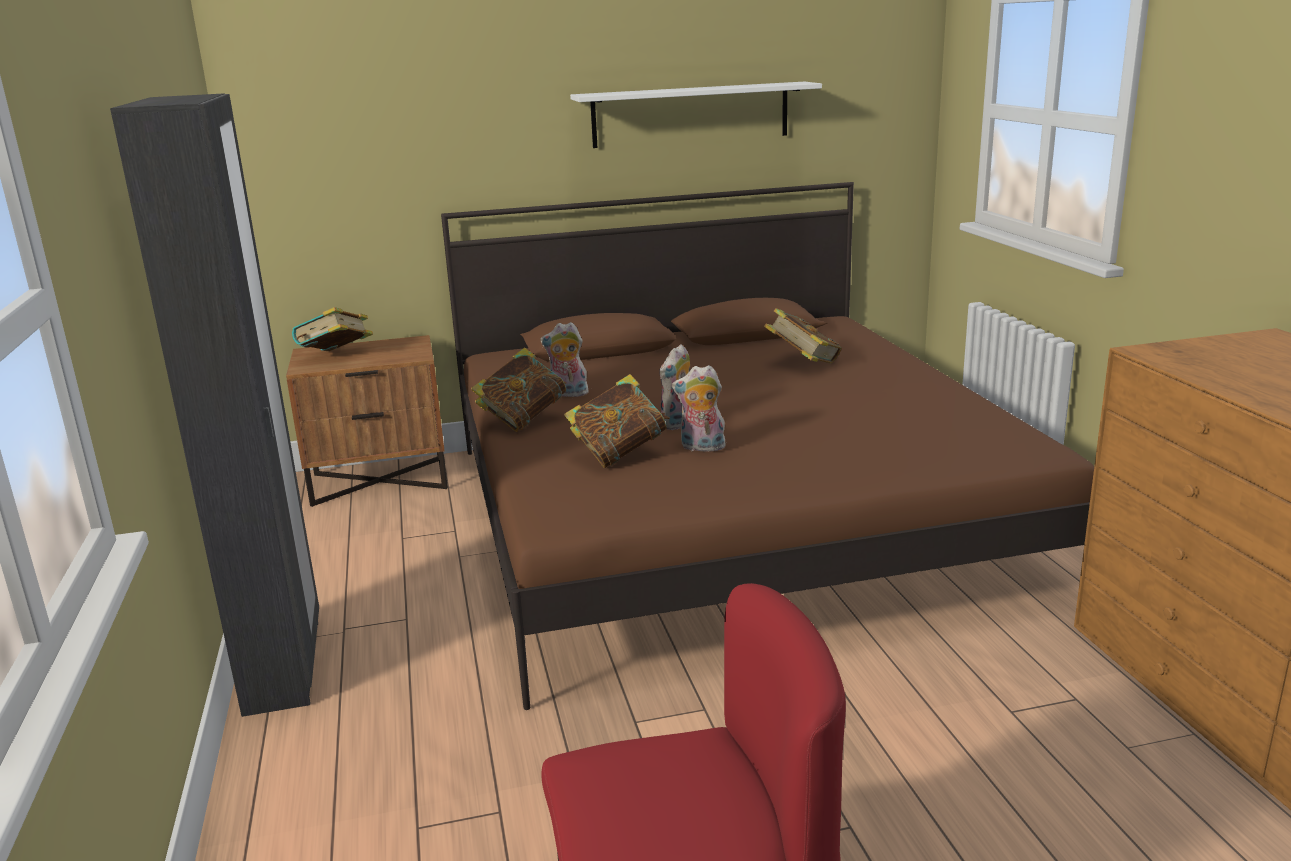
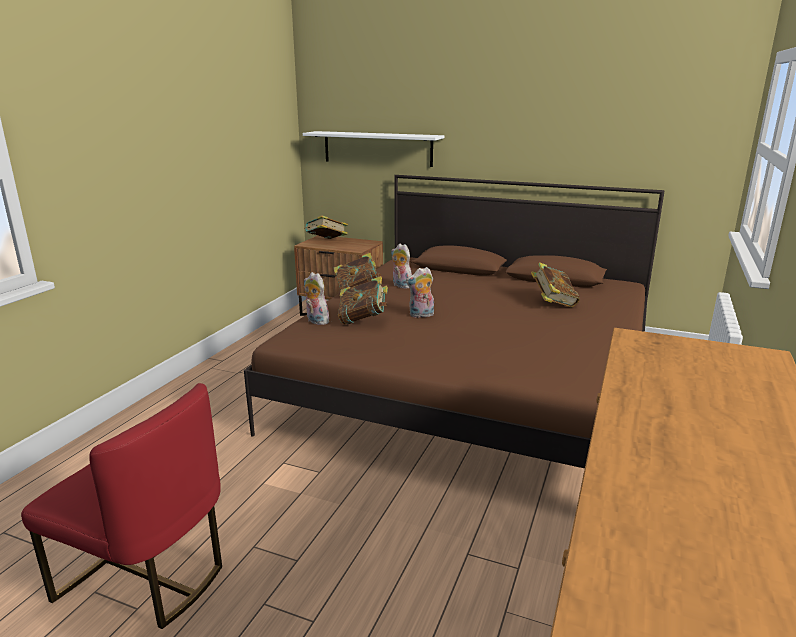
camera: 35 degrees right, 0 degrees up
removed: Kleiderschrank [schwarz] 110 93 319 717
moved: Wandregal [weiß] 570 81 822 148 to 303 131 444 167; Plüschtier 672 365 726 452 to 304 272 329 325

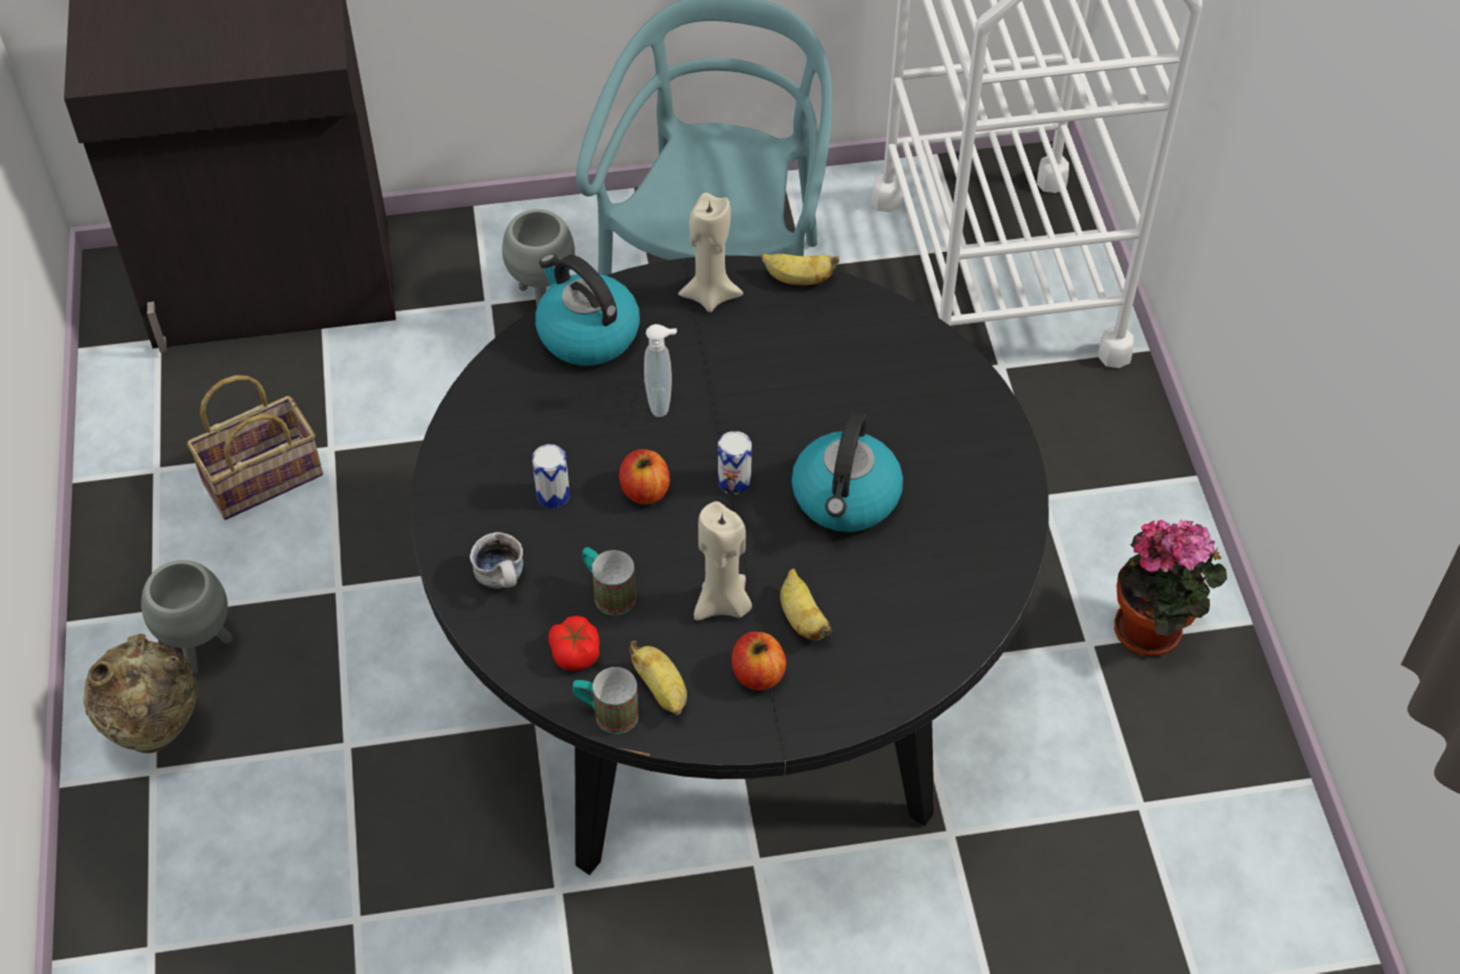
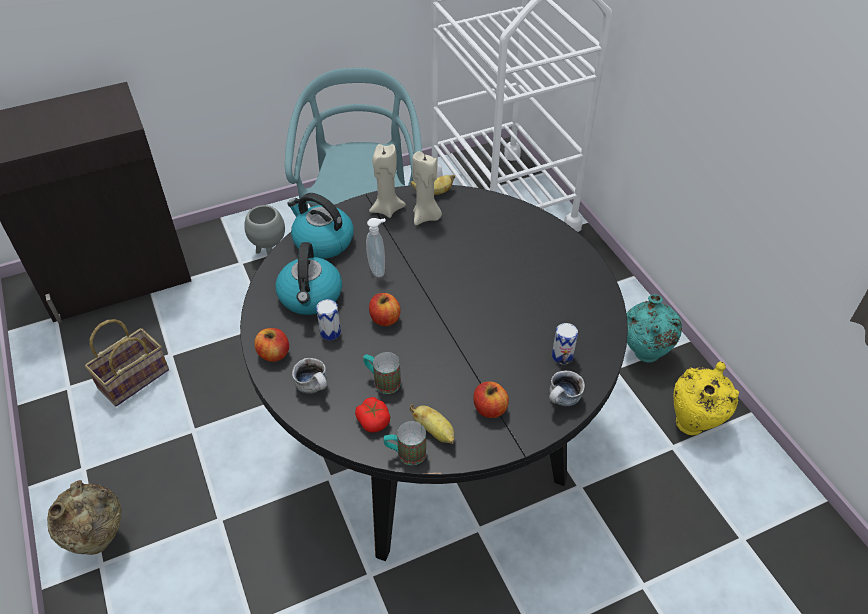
camera: 15 degrees left, 5 degrees down
removed: Pflanzkübel [grau] 141 560 233 674; Banane 780 569 832 640
added: Apfel 254 328 289 362; Vase [gelb] 674 362 739 435; Henkelbecher 549 371 585 406
moved: Wasserkessel 792 412 903 532 to 276 242 342 315; Dose 718 431 752 495 to 552 323 578 364; Kerze [beige] 694 501 752 620 to 412 151 442 225
replaced: Topfpflanze 1114 520 1227 656 to Vase [türkis] 626 295 682 363

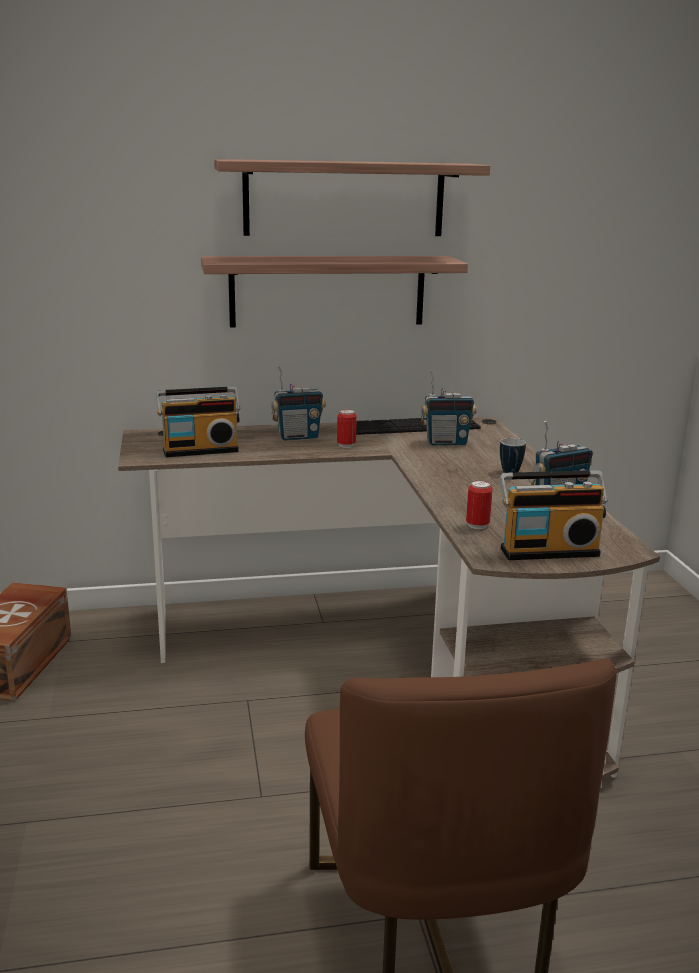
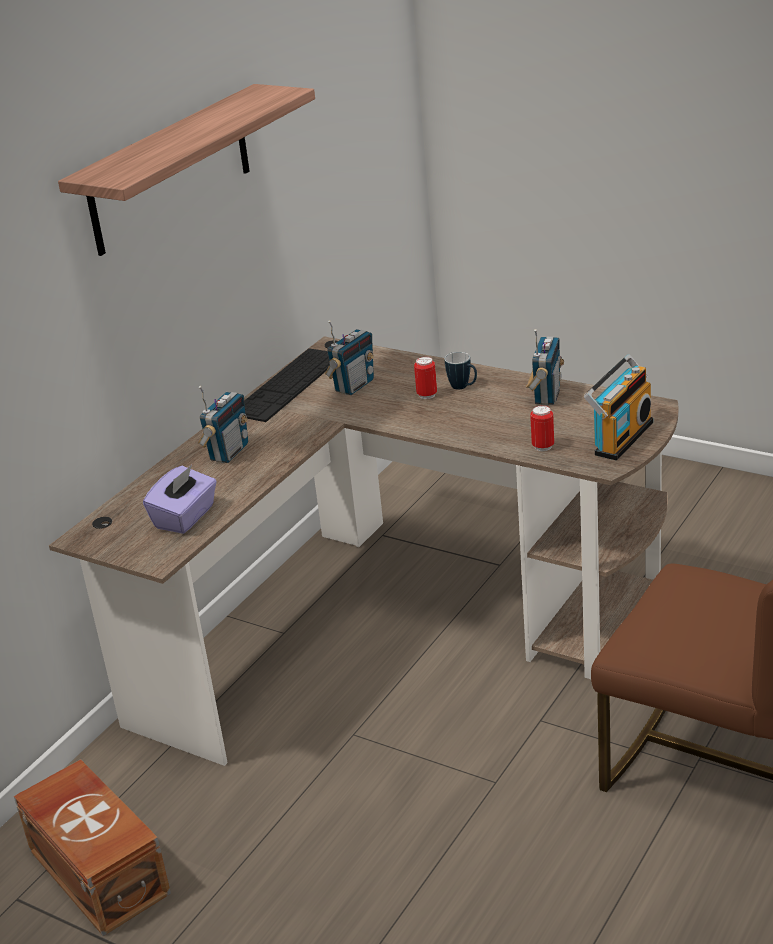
camera: 45 degrees left, 10 degrees up
removed: Wandregal 201 256 468 327
moved: Dose 337 409 357 448 to 414 356 437 399
replaced: Radio 156 386 241 457 to Taschentuchbox [lila] 143 465 217 534

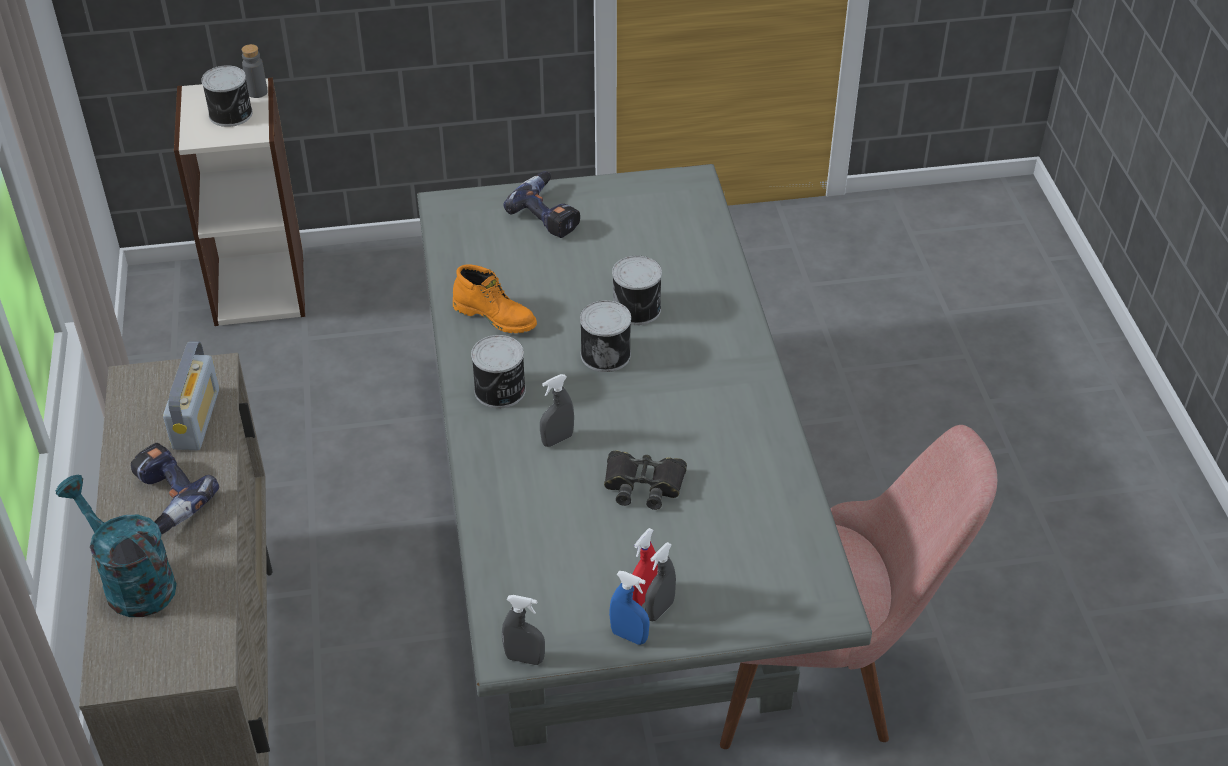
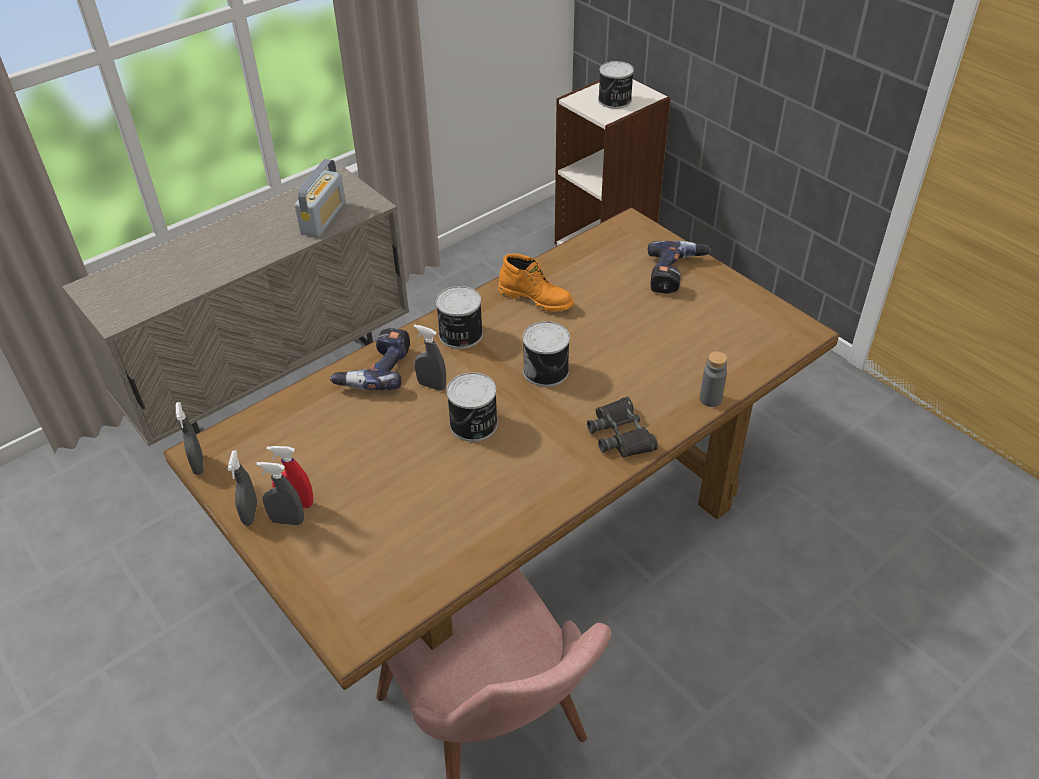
camera: 60 degrees right, 0 degrees up
removed: Gießkanne [türkis] 55 475 177 617
moved: Flasche [grau] 242 44 268 98 to 700 351 727 407; Dose 612 256 662 325 to 447 372 498 442; Bohrmaschine 131 443 219 534 to 330 328 410 390; Fernglas [schwarz] 604 451 687 510 to 587 397 658 458
recoloured: Esstisch [grau] 417 164 872 747 to Esstisch [braun] 163 207 839 690; Sprühflasche [blau] 609 571 650 645 to Sprühflasche [grau] 228 451 257 526
turned: Stiefel [orange] 453 265 537 333 = 499 254 574 312 60 degrees counterclockwise; Radio 163 341 219 450 = 295 159 346 237 45 degrees counterclockwise

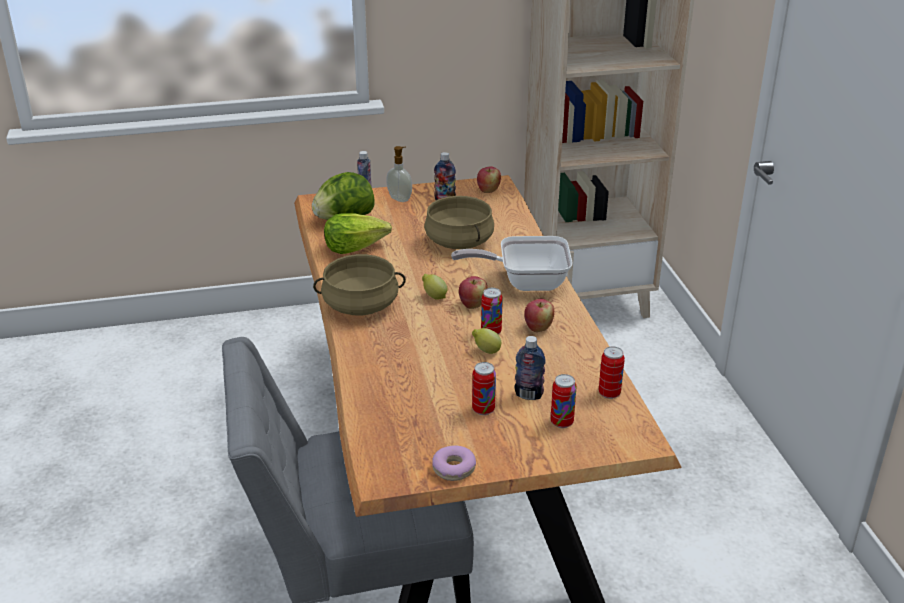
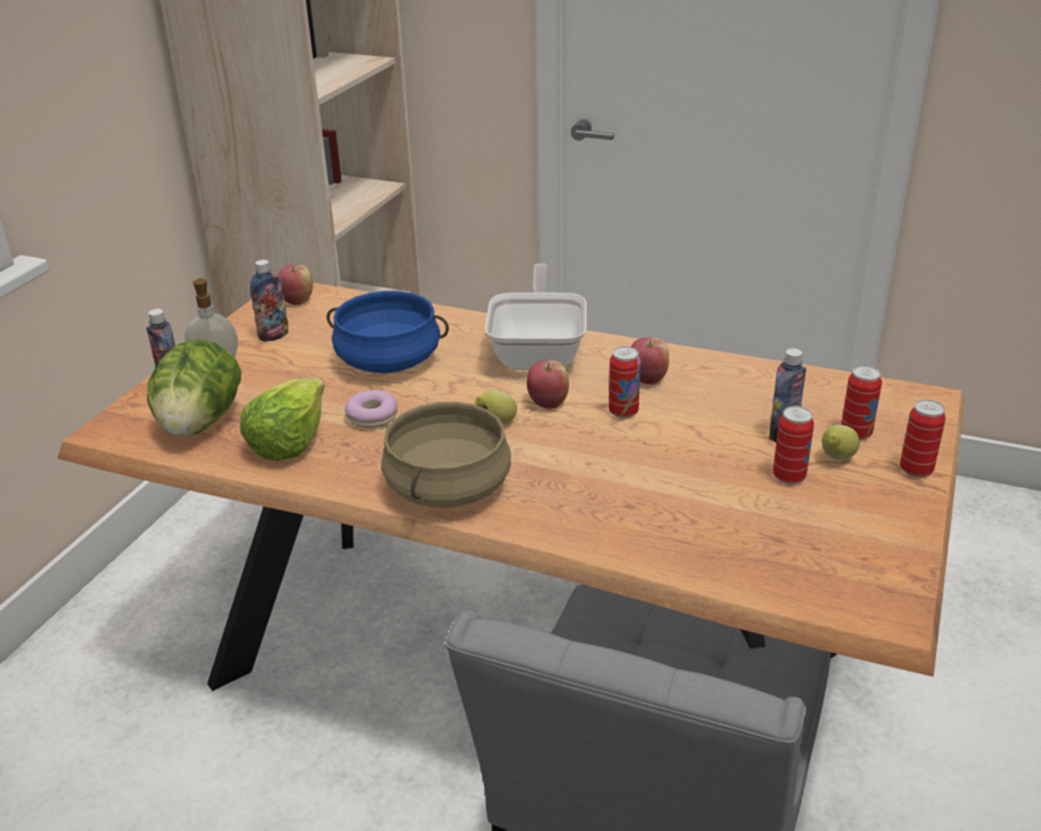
camera: 55 degrees left, 0 degrees up
moved: Zitrone 472 328 501 354 to 822 425 860 460; Dose 599 346 625 399 to 900 399 946 478; Donut 432 446 476 481 to 345 390 397 428
recoloured: Kochtopf [beige] 424 196 494 249 to Kochtopf [blau] 327 291 449 373
turned: Pfanne 451 236 573 291 = 485 263 586 370 150 degrees clockwise

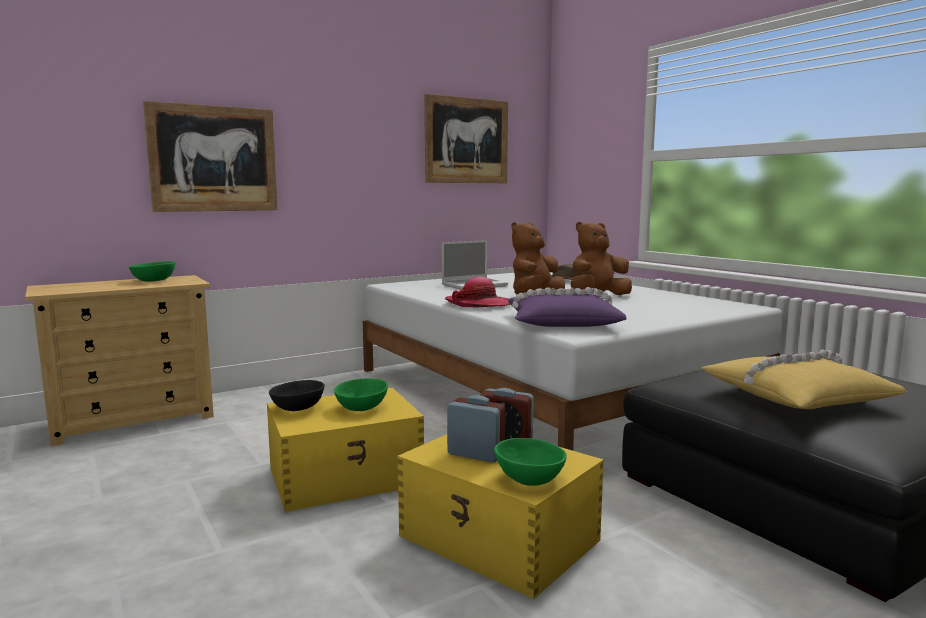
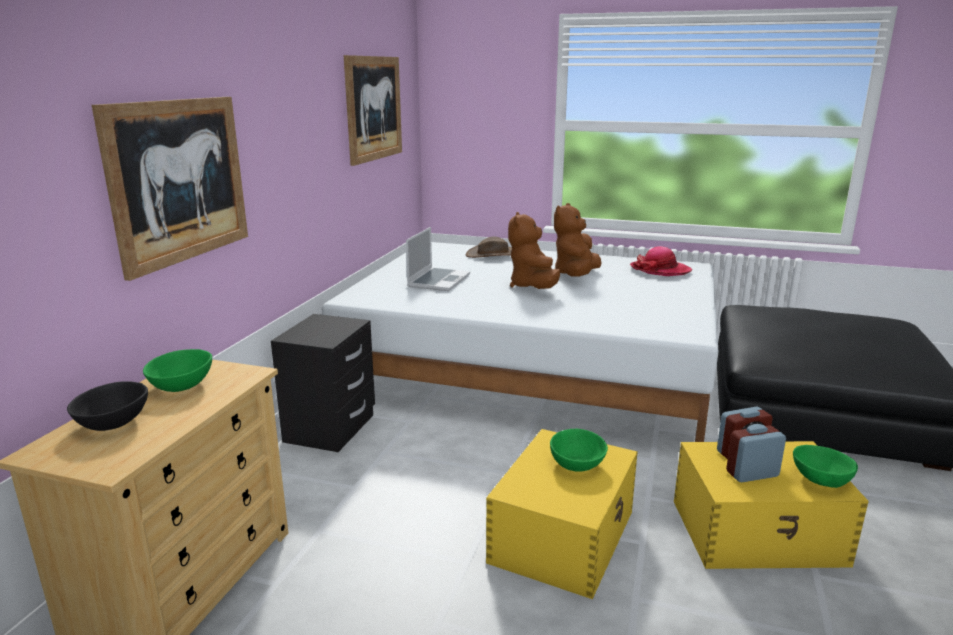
camera: 40 degrees left, 10 degrees up
removed: Kissen [lila] 508 287 627 327; Kissen [gelb] 701 349 907 409
added: Nachttisch [schwarz] 271 314 375 452
moved: Hut 445 277 510 308 to 630 246 692 276; Schüssel [schwarz] 269 380 325 411 to 67 382 148 431

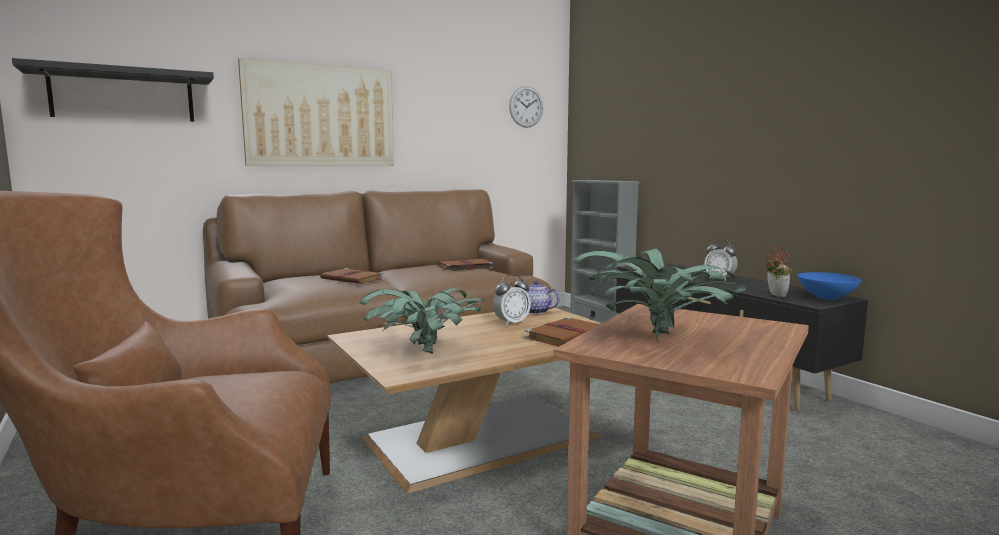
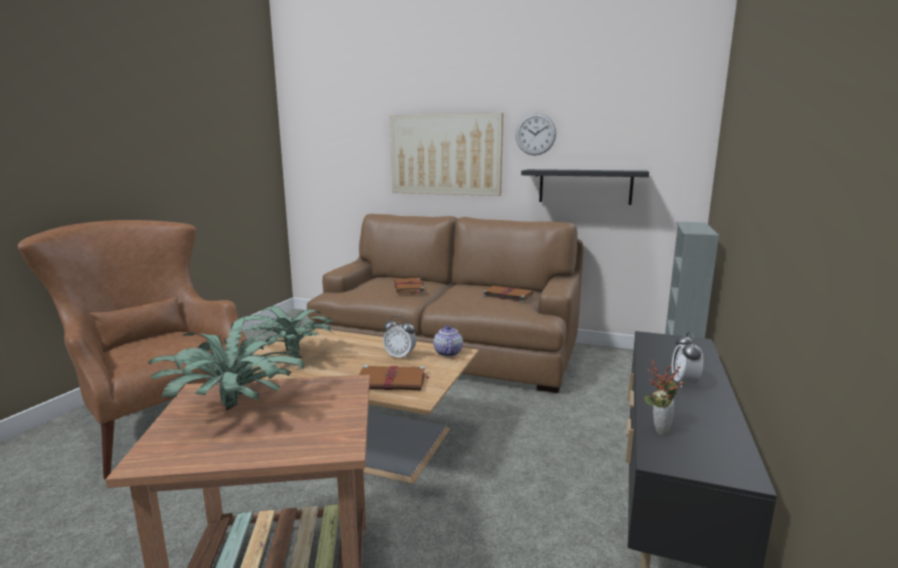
camera: 50 degrees right, 5 degrees up
removed: Schüssel [blau] 798 272 862 300
moved: Wandregal [schwarz] 12 58 214 122 to 521 169 649 205; Wanduhr 509 86 543 128 to 516 113 556 156

